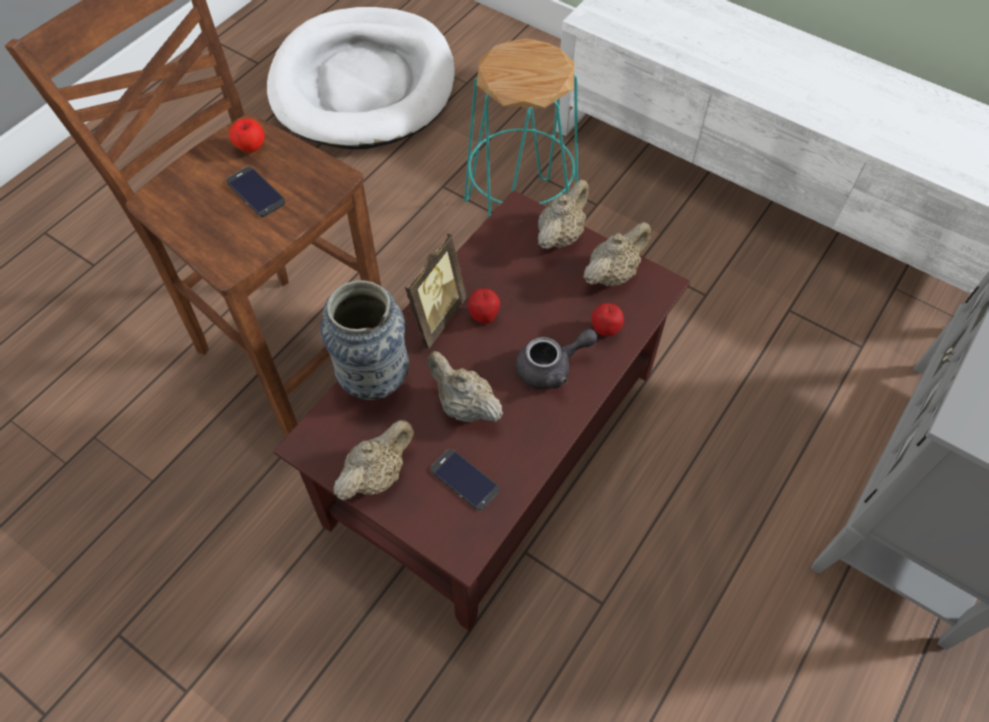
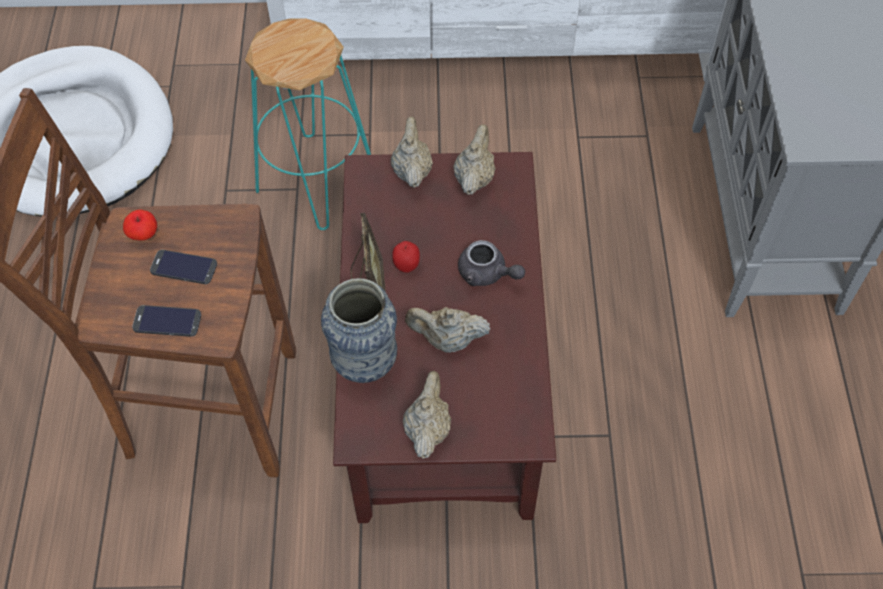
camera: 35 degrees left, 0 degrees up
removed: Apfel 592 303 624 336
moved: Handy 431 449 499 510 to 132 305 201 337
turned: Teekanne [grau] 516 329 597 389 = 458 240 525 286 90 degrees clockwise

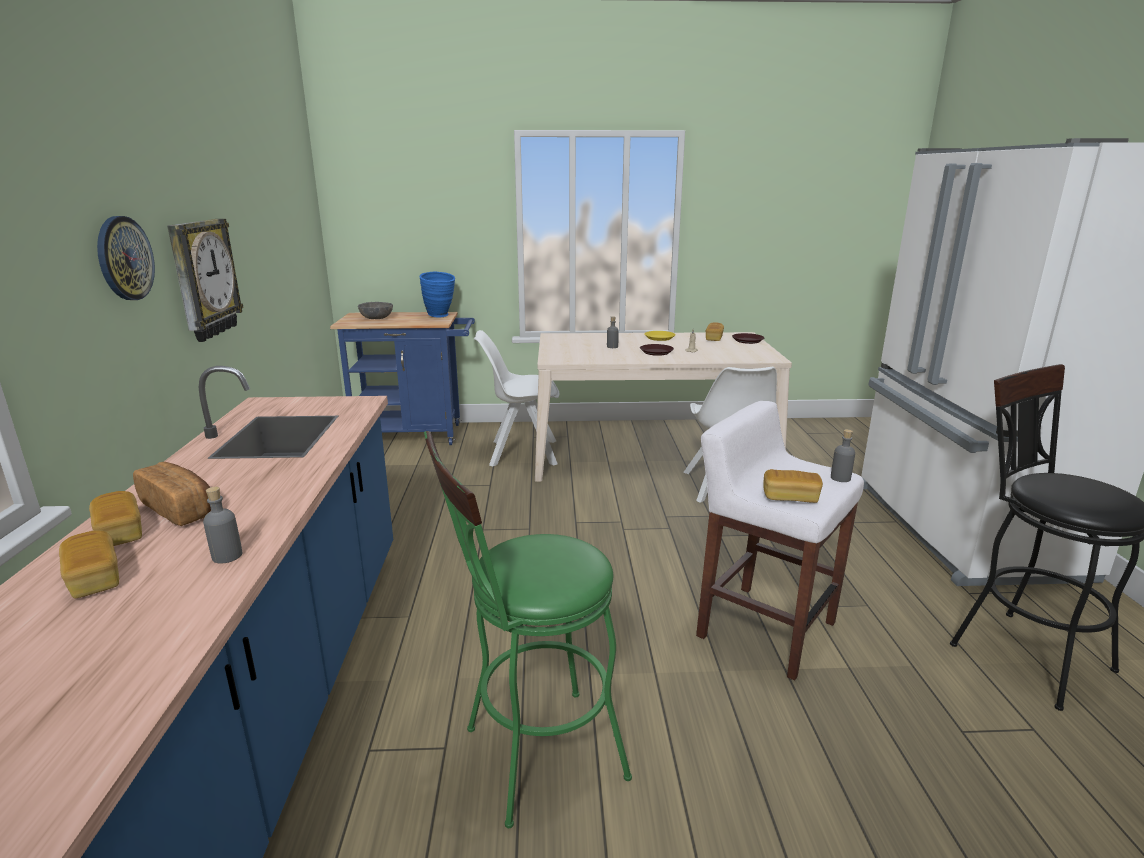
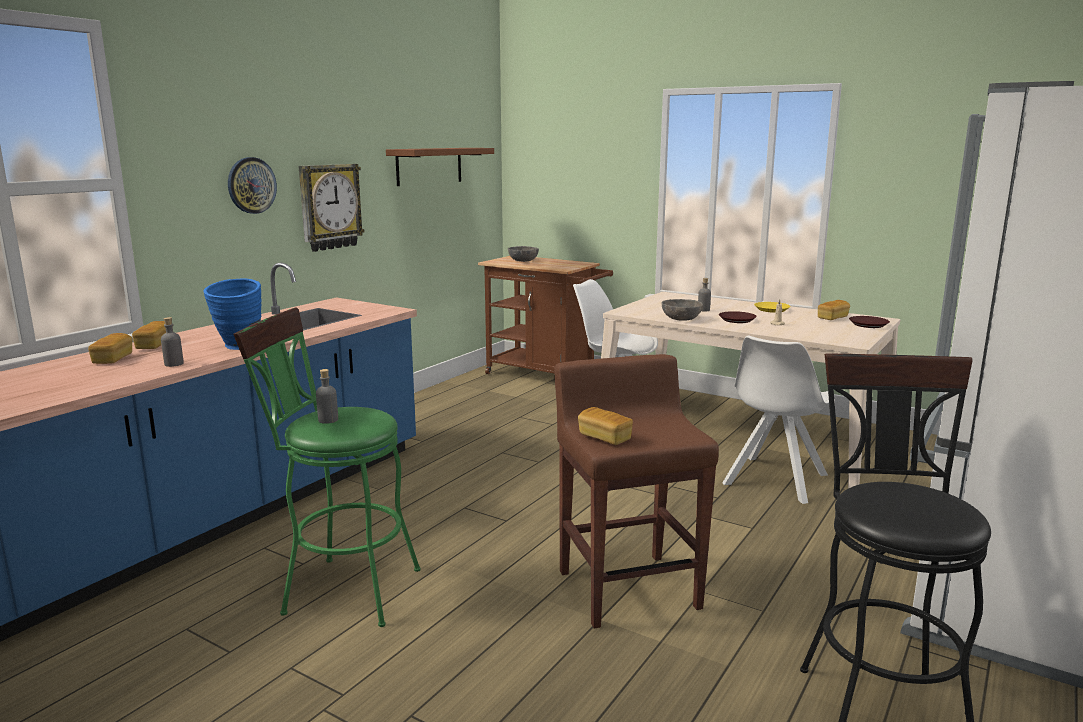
camera: 35 degrees right, 5 degrees down
removed: Brot 133 462 211 526
added: Wandregal [braun] 386 148 494 186; Schüssel [grau] 662 299 703 321
moved: Vase [blau] 419 272 455 318 to 204 278 262 350; Flasche [grau] 831 429 855 482 to 316 369 338 424
recoloured: Rollwagen [blau] 330 312 475 445 to Rollwagen [braun] 478 256 613 374; Hocker [weiß] 696 401 864 681 to Hocker [braun] 554 354 719 628

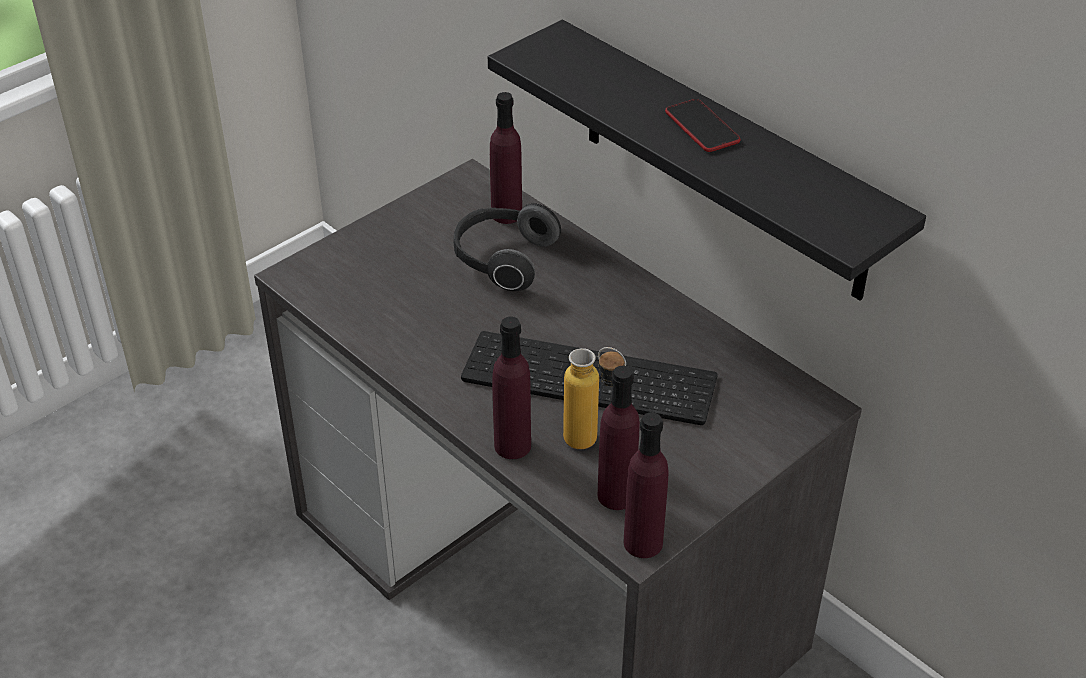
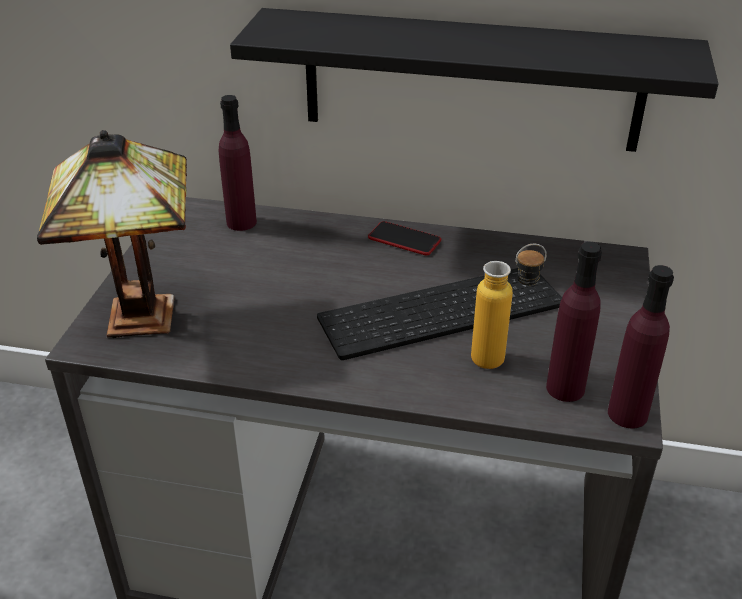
camera: 35 degrees left, 5 degrees down
removed: Kopfhörer 454 203 561 291; Flasche [lila] 492 317 531 459
added: Tischlampe 37 130 187 339
moved: Handy 665 99 741 152 to 368 221 441 255

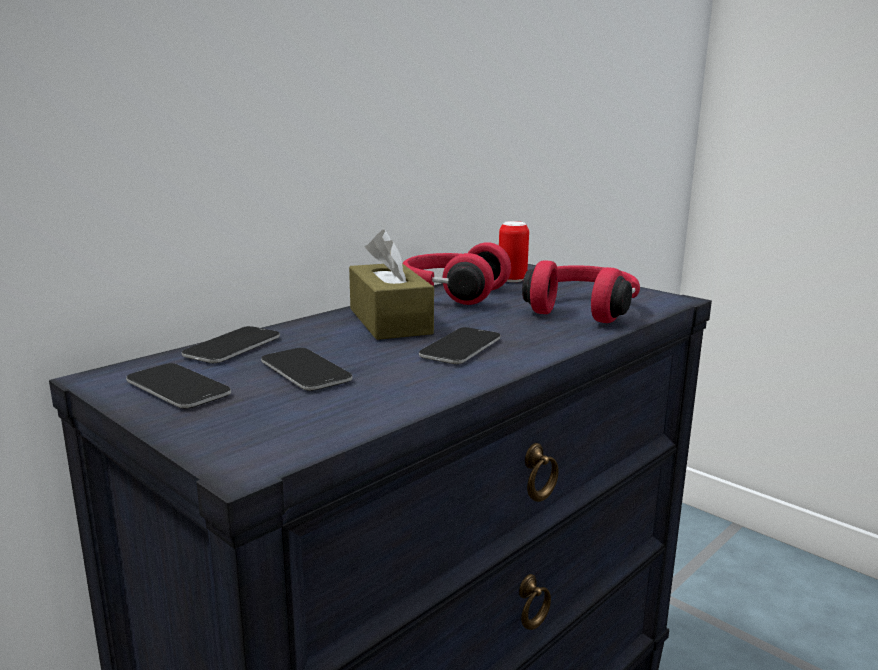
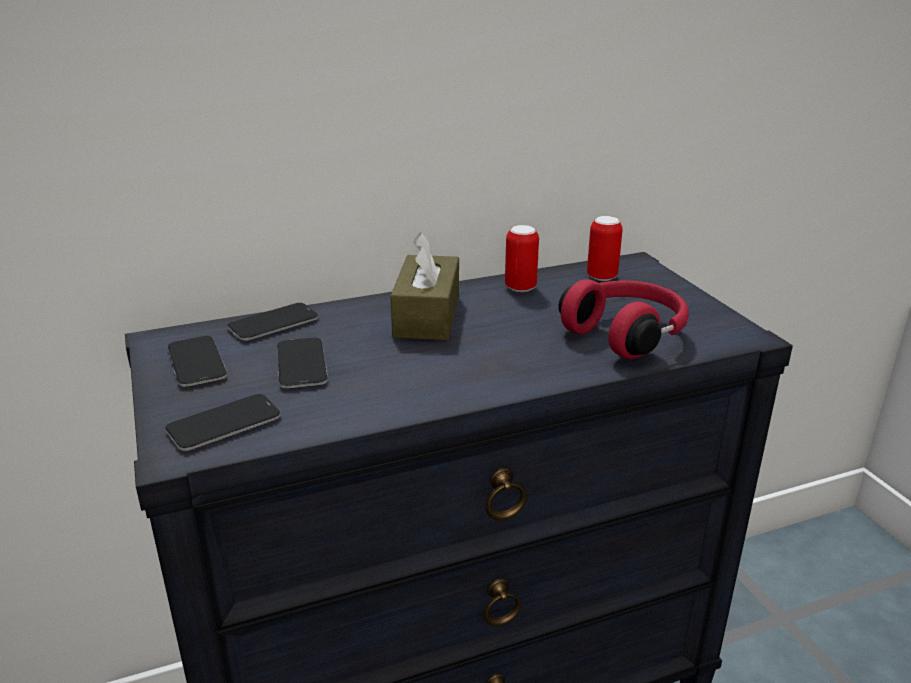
camera: 25 degrees right, 10 degrees up
moved: Handy 419 327 501 364 to 166 394 281 451
replaced: Kopfhörer [rot] 403 242 511 305 to Dose 505 225 539 292

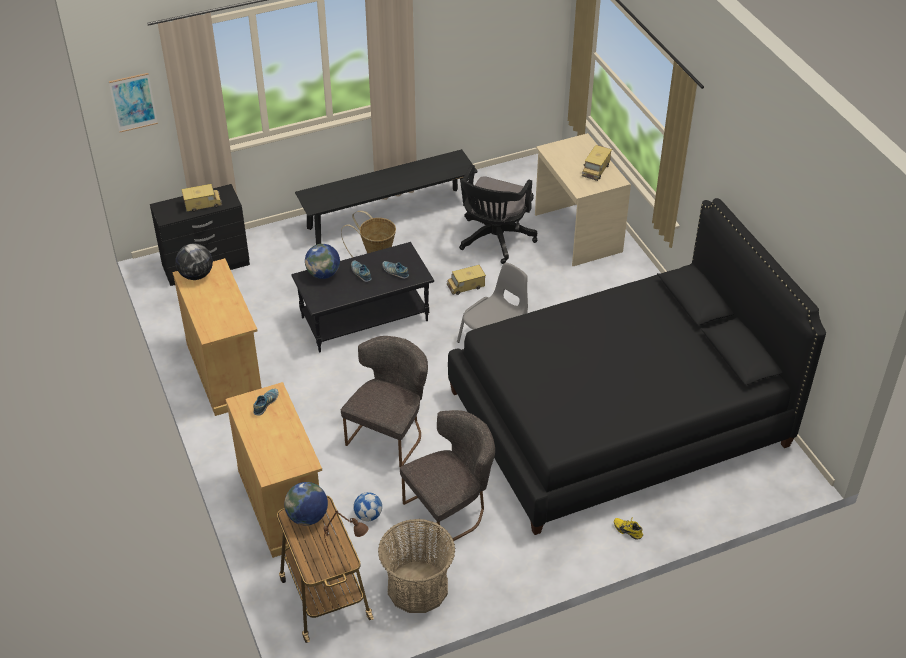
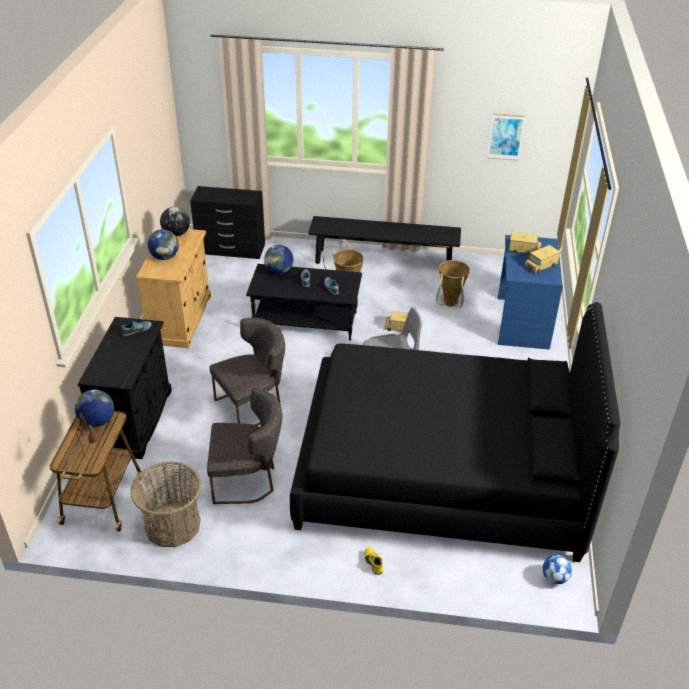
camera: 30 degrees right, 5 degrees down
added: Globus 147 229 179 260
moved: Bild 109 73 158 132 to 488 114 525 161; Spielzeuglaster 181 184 222 212 to 509 232 542 254; Fußball 353 492 382 521 to 542 555 572 584
replaced: Bürostuhl [schwarz] 459 165 537 264 to Korb 436 260 470 308
recoloured: Schreibtisch [beige] 535 133 631 266 to Schreibtisch [blau] 498 235 563 350; Schrank [beige] 226 382 323 558 to Schrank [schwarz] 78 317 172 459

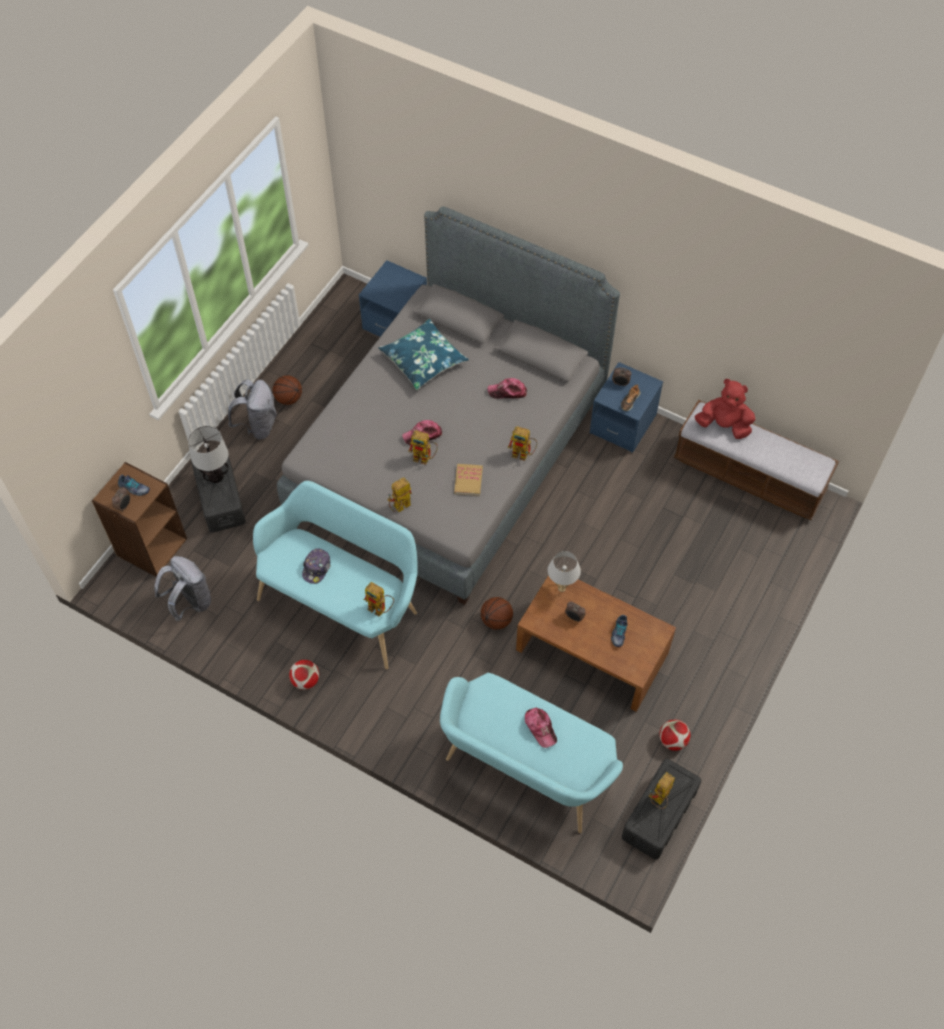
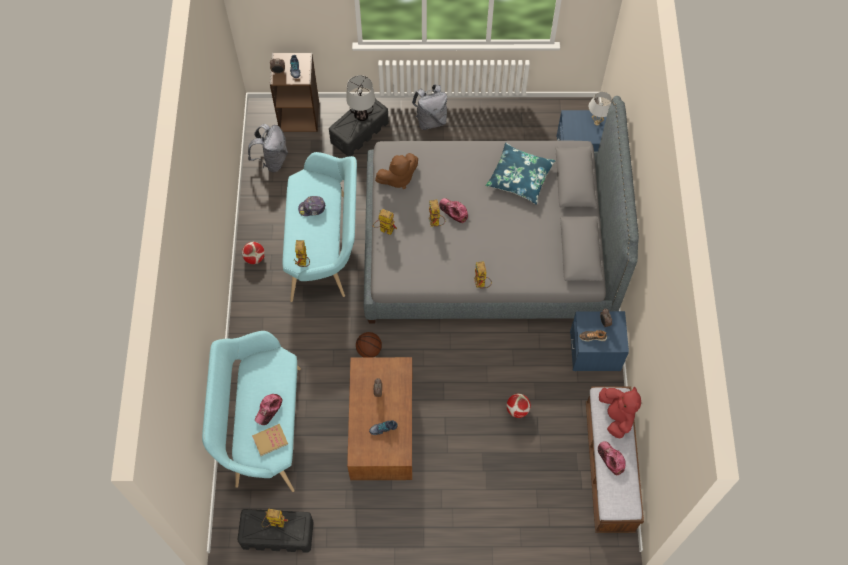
camera: 60 degrees right, 5 degrees up
removed: Basketball 272 375 302 405
added: Plüschtier [braun] 375 153 418 189
moved: Kappe 487 378 527 399 to 598 441 626 475; Buch 454 464 483 496 to 252 424 288 456; Tischlampe [weiß] 547 551 581 592 to 589 92 612 125; Fußball 659 720 691 751 to 506 394 531 418

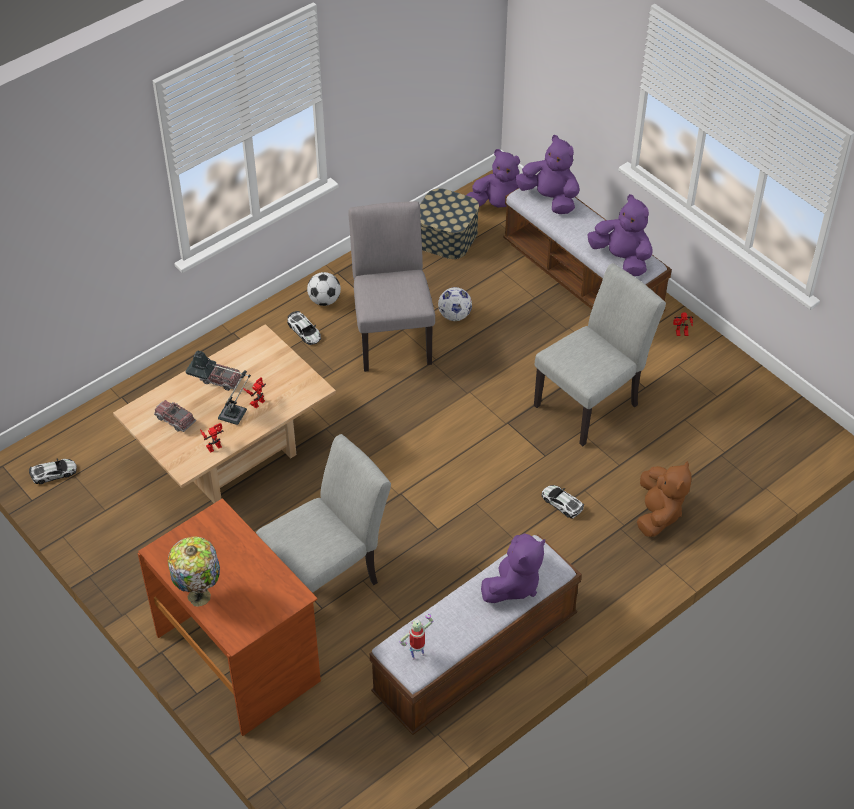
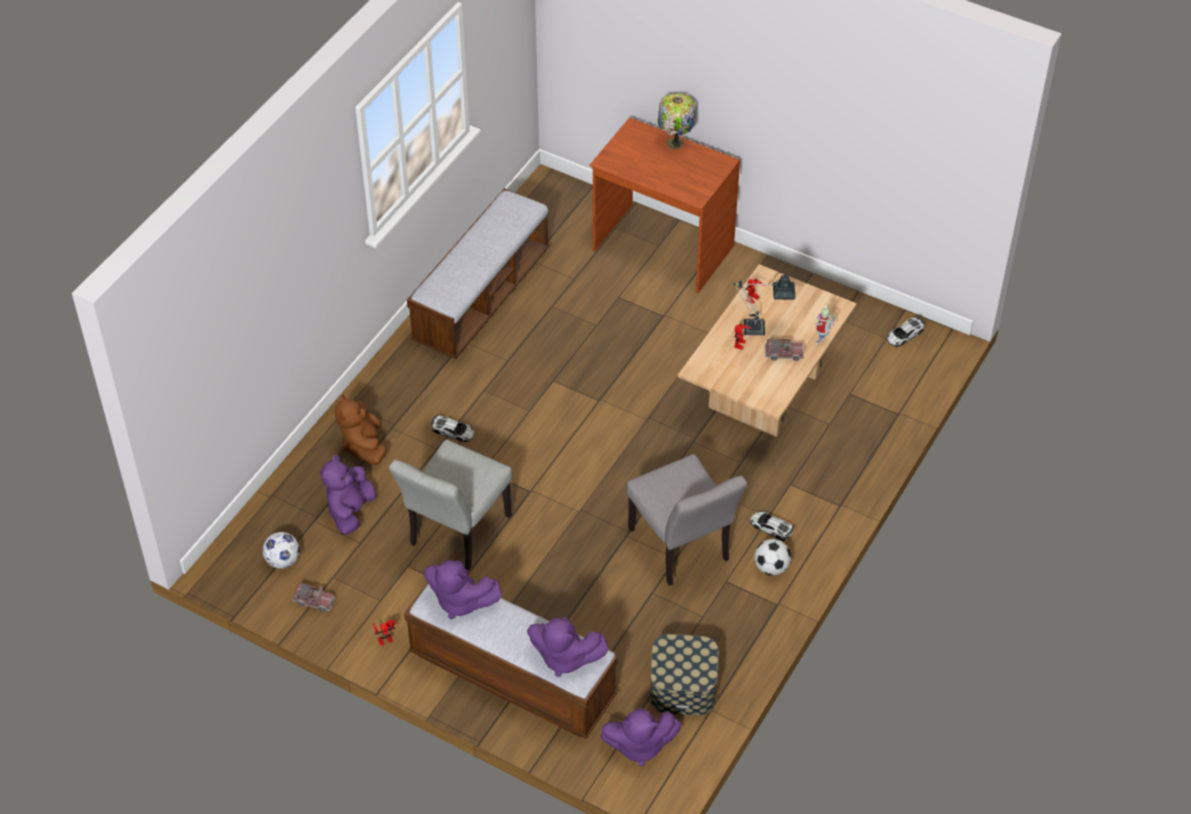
camera: 160 degrees right, 0 degrees up
removed: Stuhl [grau] 256 434 391 593
moved: Fußball 438 287 472 321 to 262 532 300 569; Spielzeuglaster 154 400 196 432 to 292 583 336 612; Plüschtier [lila] 481 533 545 603 to 321 454 376 535; Spielzeugroboter 400 614 433 660 to 815 305 835 344

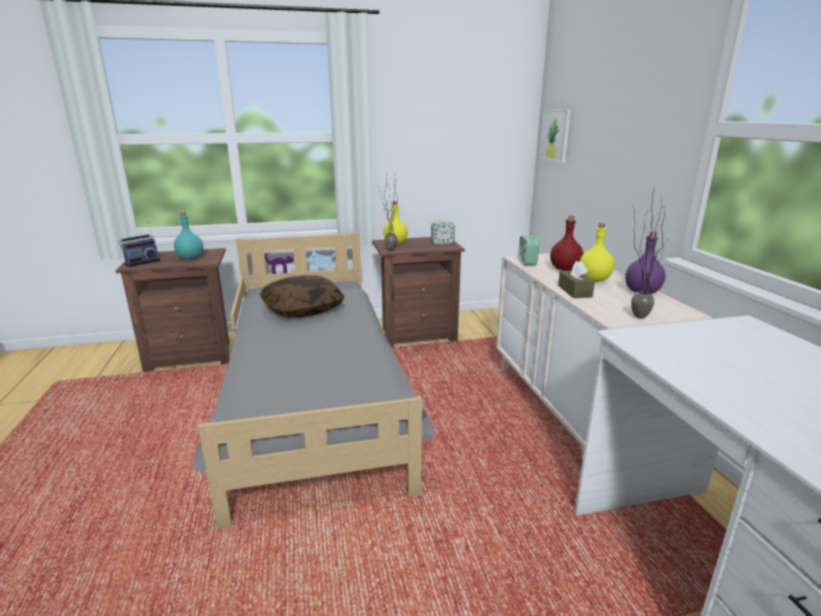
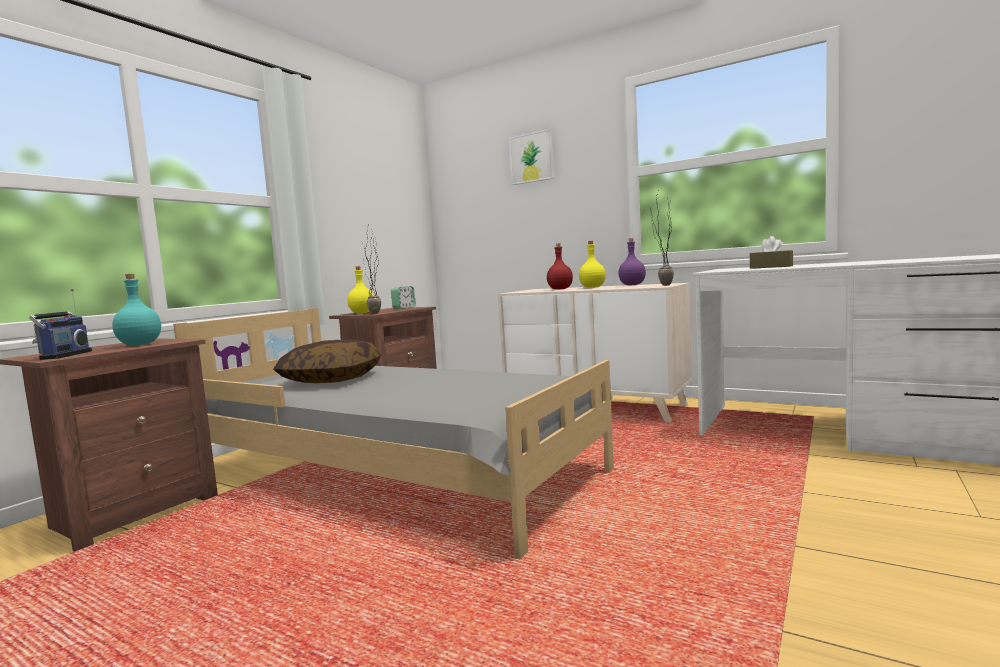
camera: 45 degrees left, 15 degrees down
removed: Wecker 518 236 540 266
moved: Bild 539 109 571 163 to 509 129 555 185; Taschentuchbox [braun] 558 261 595 298 to 750 236 793 269

